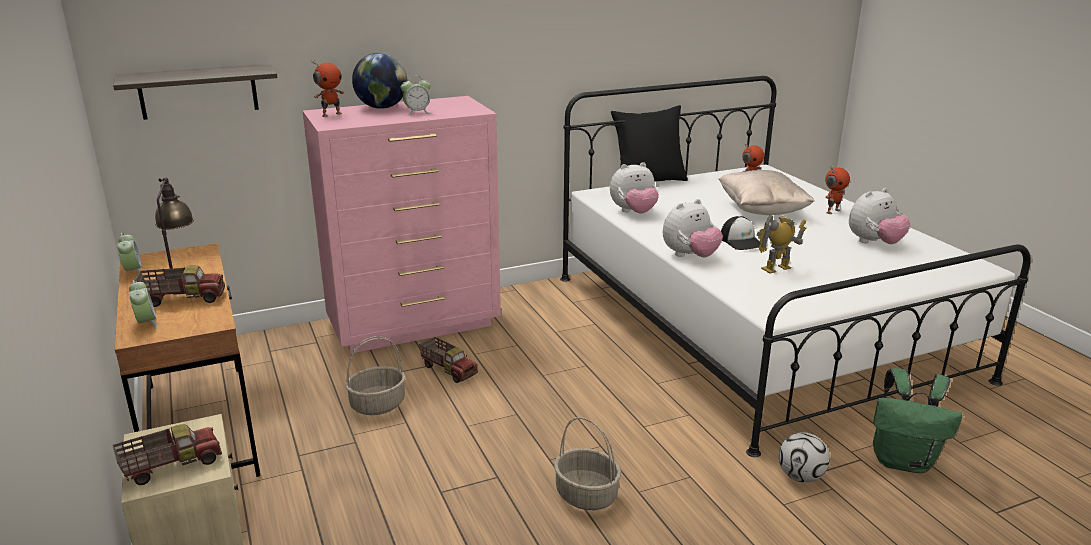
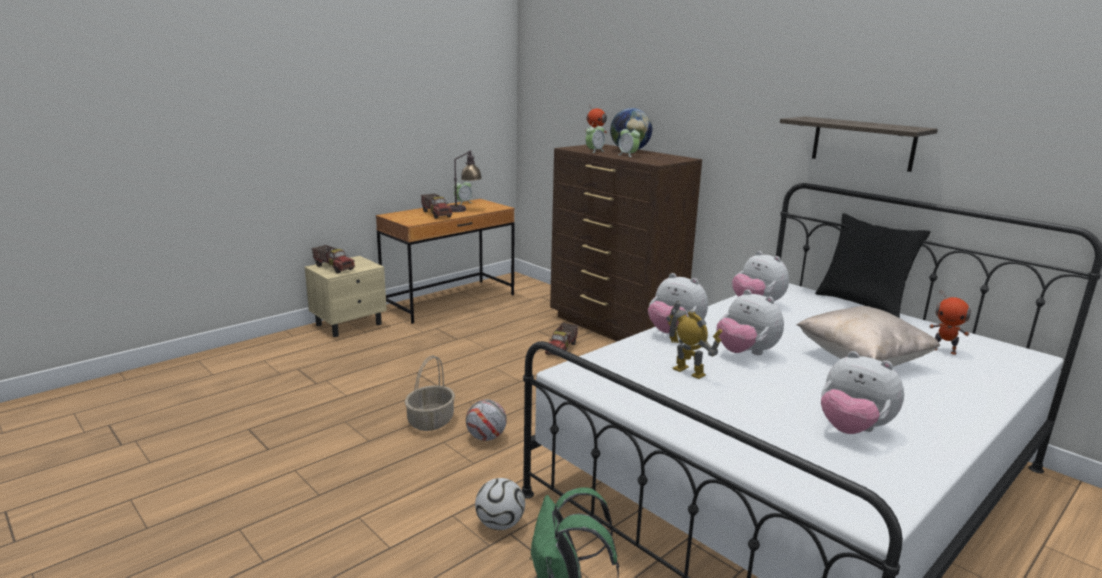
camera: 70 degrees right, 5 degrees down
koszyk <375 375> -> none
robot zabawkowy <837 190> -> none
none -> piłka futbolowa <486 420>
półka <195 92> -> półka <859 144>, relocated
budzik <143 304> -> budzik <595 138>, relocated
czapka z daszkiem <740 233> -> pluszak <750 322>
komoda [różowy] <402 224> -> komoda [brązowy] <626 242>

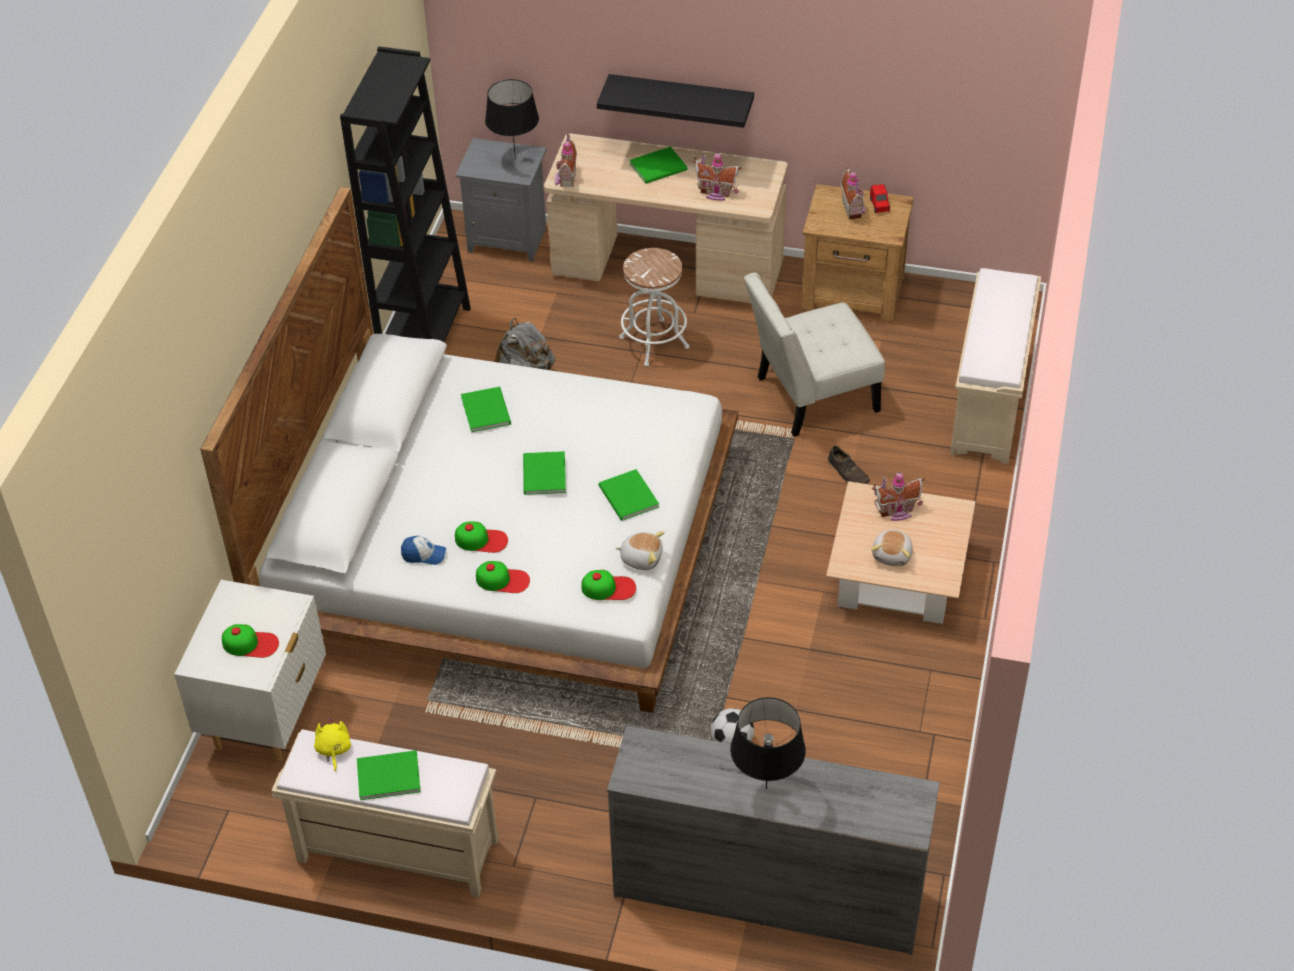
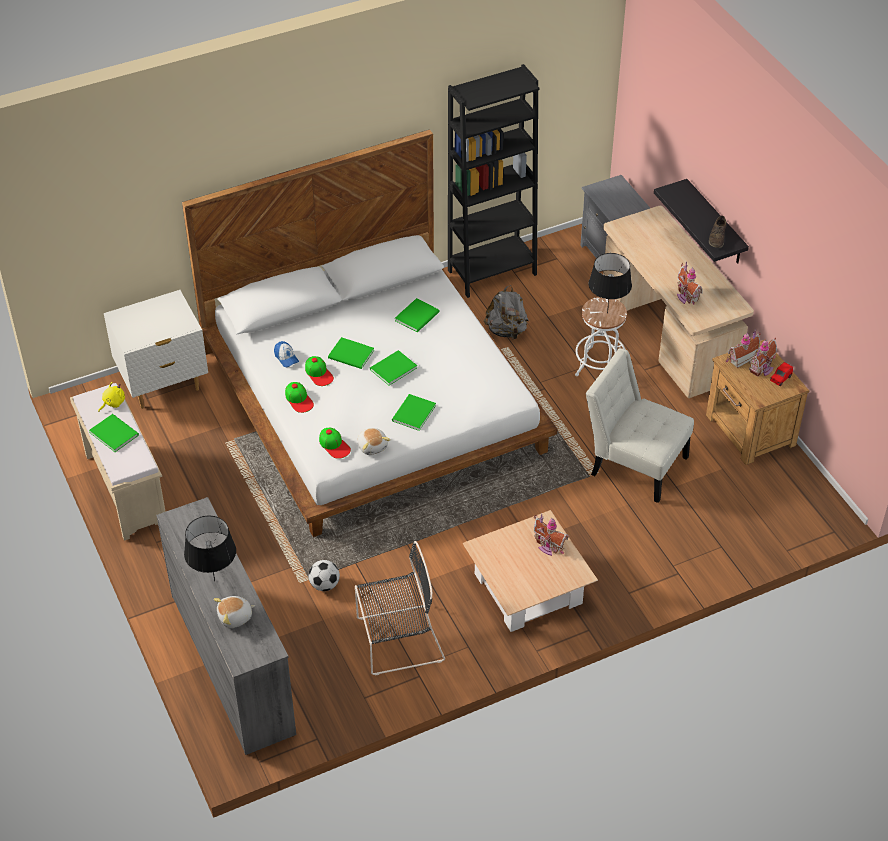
camera: 50 degrees right, 0 degrees up
czapka z daszkiem <250 641> -> none
ławka [beżowy] <995 366> -> none
none -> krzesło [czarny] <400 608>
lampa stołowa [czarny] <512 119> -> lampa stołowa [czarny] <610 283>, relocated
domek <566 160> -> domek <743 348>, relocated
książka [zielony] <658 165> -> książka [zielony] <351 353>, relocated
but [brązowy] <849 465> -> but [brązowy] <717 232>, relocated
pluszak <892 547> -> pluszak <234 612>, relocated

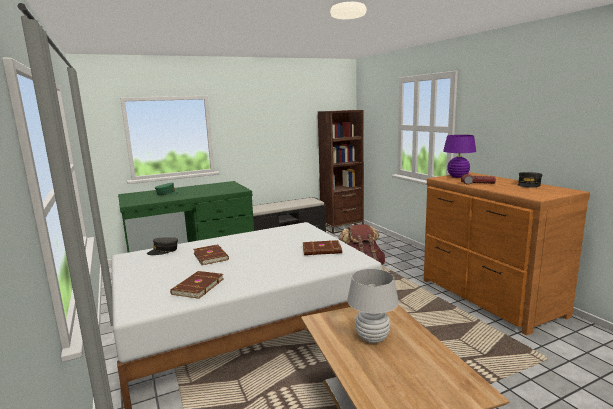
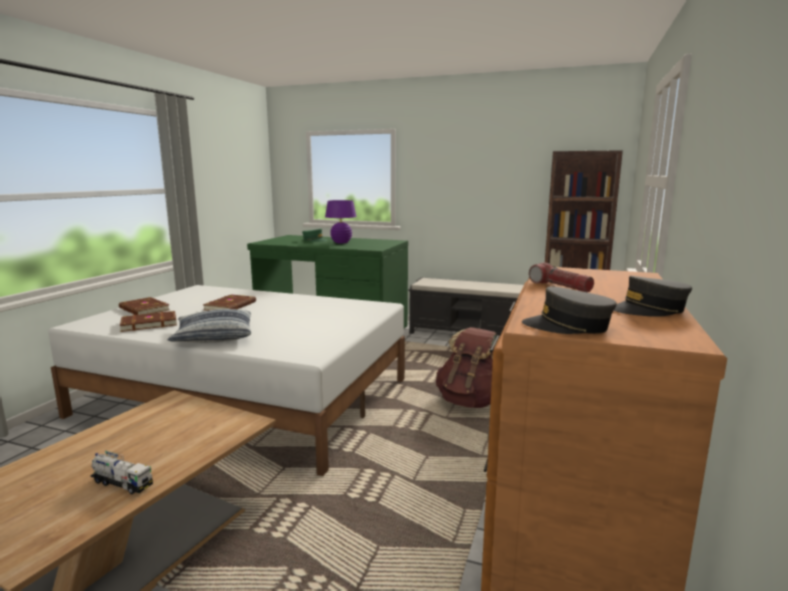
camera: 45 degrees right, 0 degrees up
lampa stołowa [biały] <373 306> -> none
none -> ciężarówka zabawkowa <122 472>
none -> poduszka <209 325>
czapka z daszkiem [szary] <162 246> -> czapka z daszkiem [szary] <569 310>, relocated
książka [brązowy] <322 247> -> książka [brązowy] <144 306>, relocated
lampa stołowa [fioletowy] <459 156> -> lampa stołowa [fioletowy] <341 222>, relocated

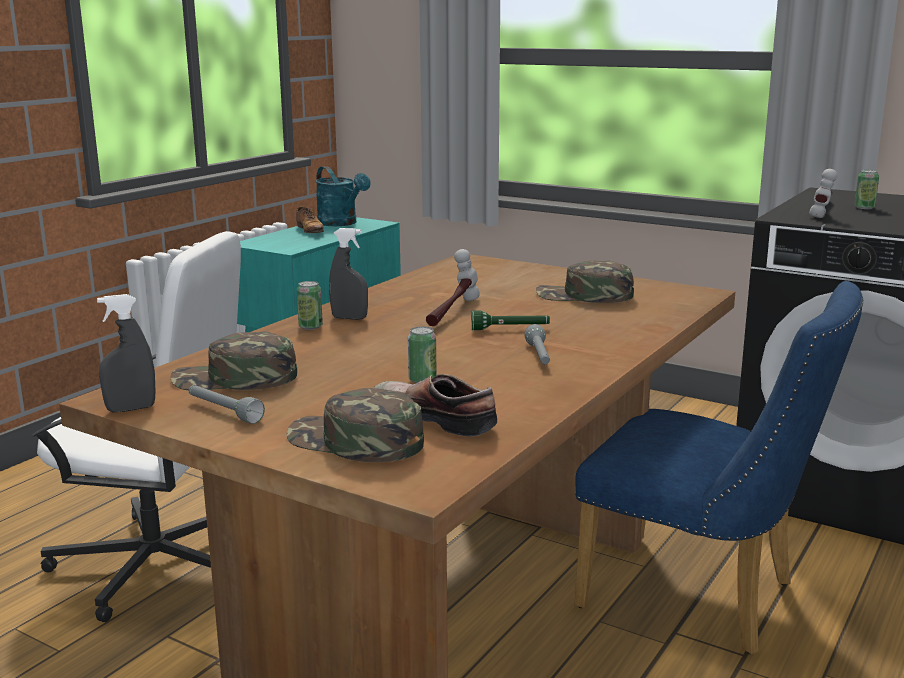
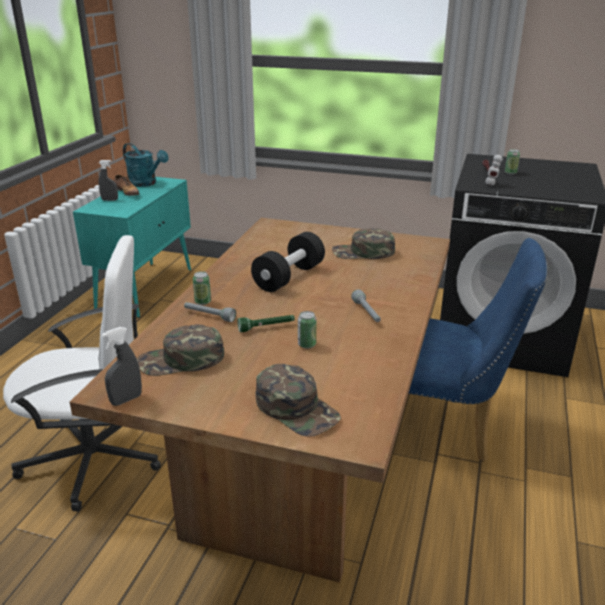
camera: 15 degrees left, 10 degrees up
but <435 405> -> none
latarka [szary] <227 404> -> latarka [szary] <210 312>, relocated
spryskiwacz [szary] <348 274> -> spryskiwacz [szary] <108 180>, relocated
latarka [zielony] <510 320> -> latarka [zielony] <266 323>, relocated
młotek <453 287> -> hantel [czarny] <288 262>
czapka z daszkiem [zielony] <355 425> -> czapka z daszkiem [zielony] <298 400>, 150 degrees counterclockwise

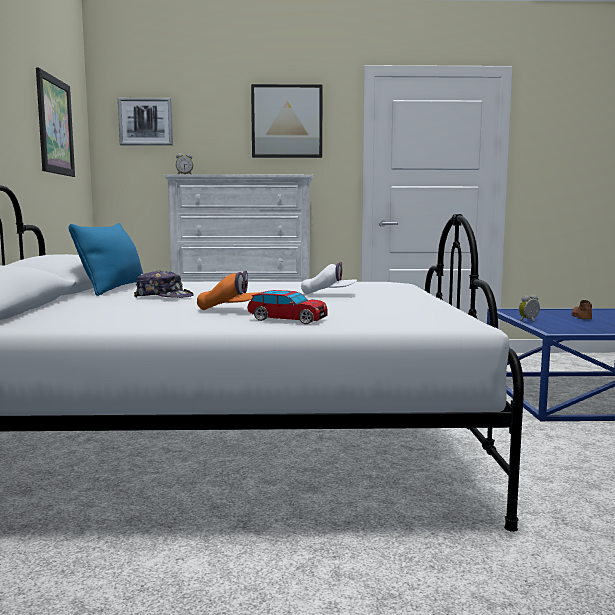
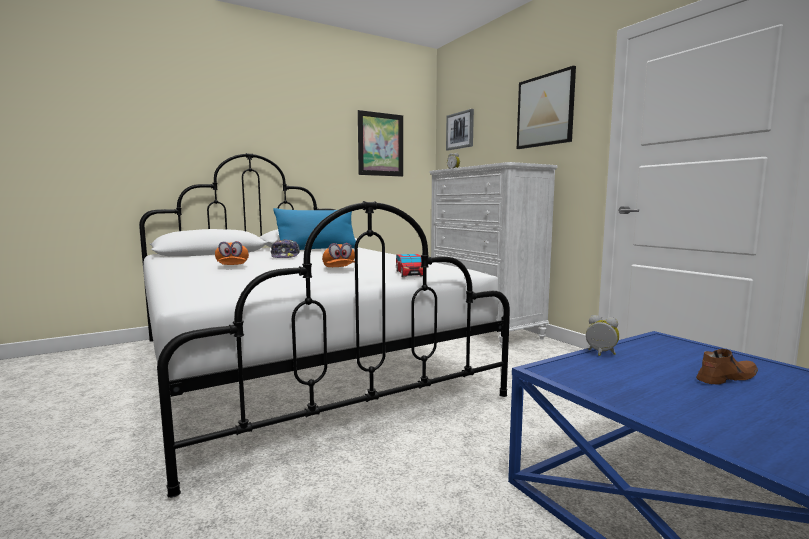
camera: 60 degrees right, 0 degrees up
samochodzik <287 307> -> samochodzik <409 265>, relocated
czapka z daszkiem [biały] <329 278> -> czapka z daszkiem [pomarańczowy] <338 255>

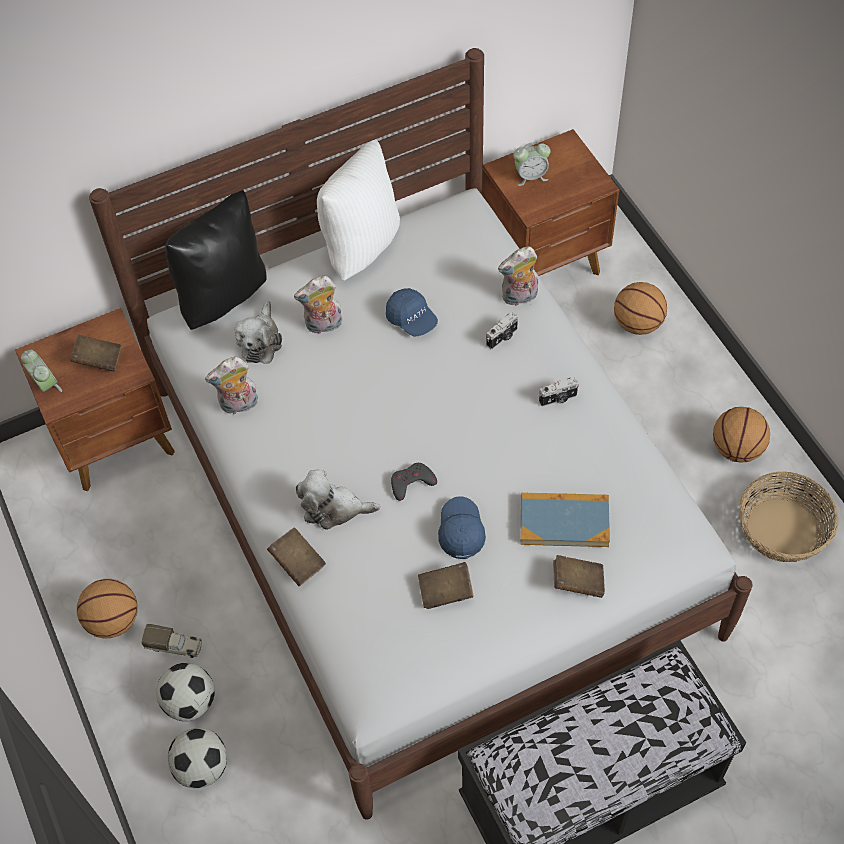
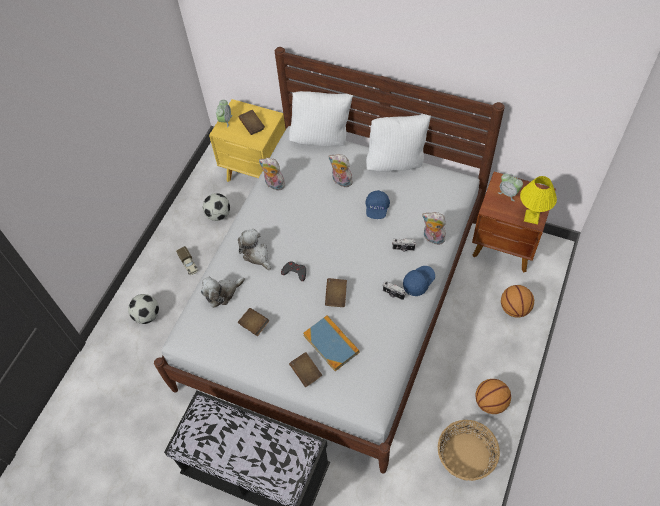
camera: 50 degrees right, 0 degrees up
piłka do koszykówki <107 609> -> none
none -> lampa stołowa [żółty] <538 200>
piłka futbolowa <185 692> -> piłka futbolowa <216 207>, relocated
pluszak <258 332> -> pluszak <223 292>, relocated
książka [brązowy] <296 556> -> książka [brązowy] <336 292>, relocated
czapka z daszkiem [niebieski] <462 527> -> czapka z daszkiem [niebieski] <419 281>, relocated
szafka nocna [brązowy] <95 399> -> szafka nocna [żółty] <247 140>
poduszka [czarny] <216 260> -> poduszka [biały] <321 118>

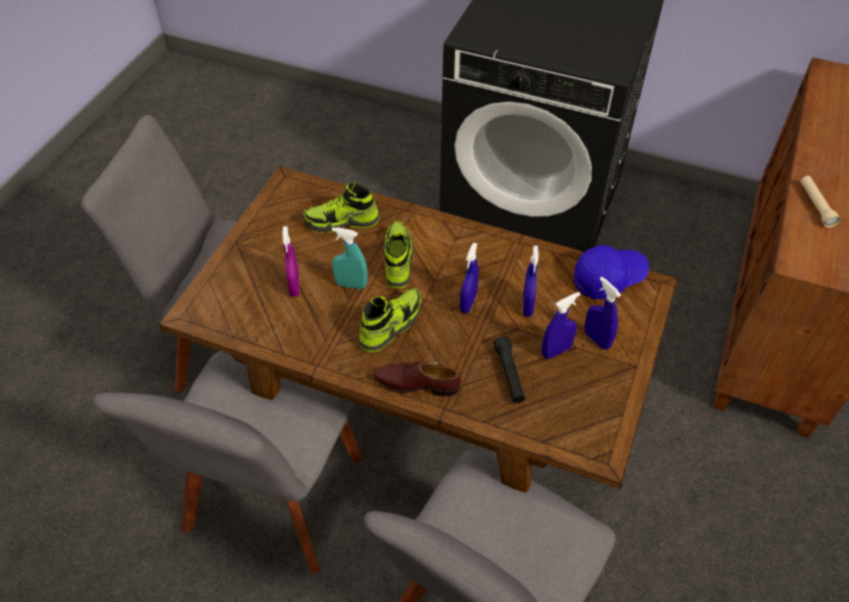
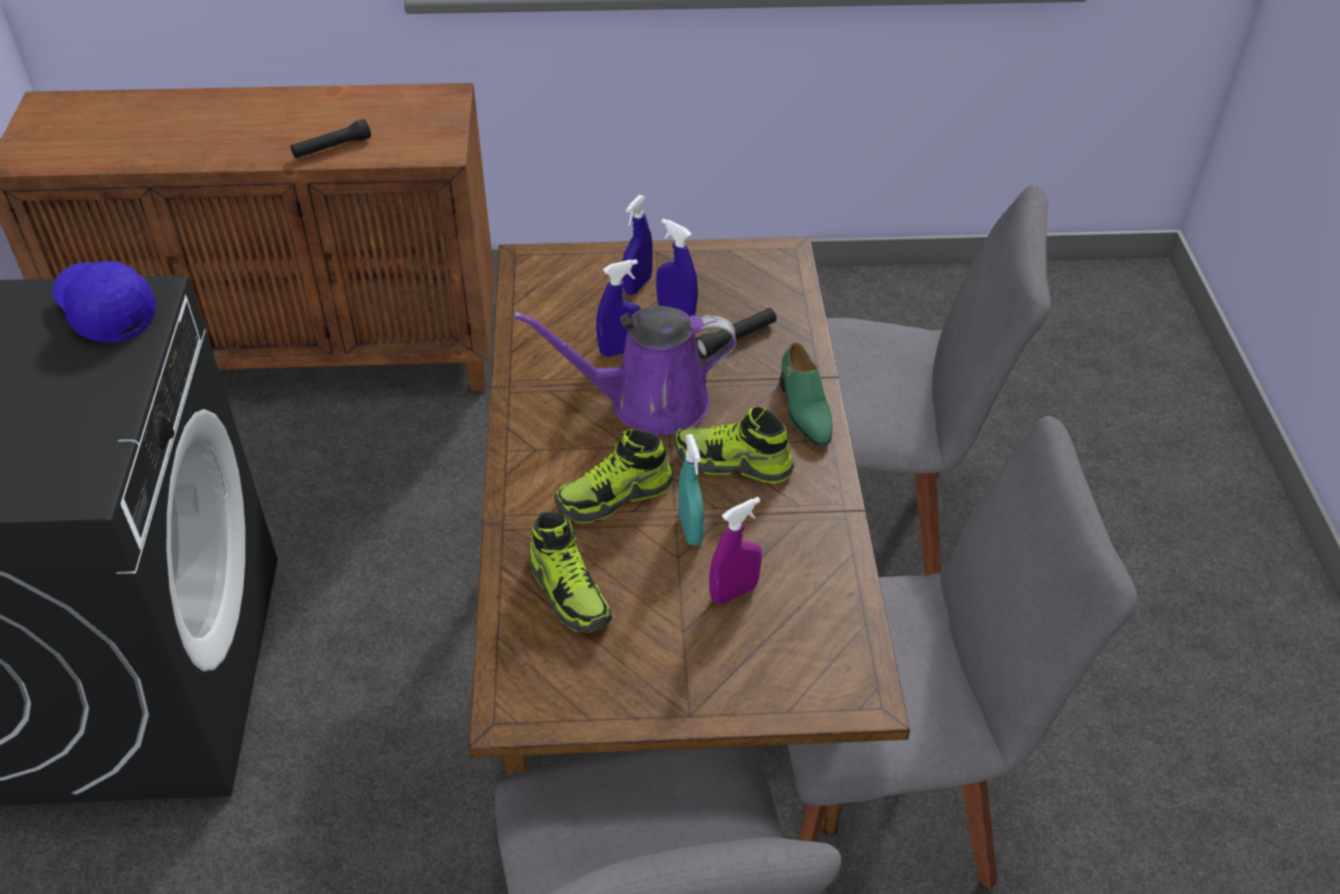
camera: 115 degrees left, 5 degrees down
czapka z daszkiem [niebieski] <611 272> -> czapka z daszkiem [niebieski] <104 302>, relocated
spryskiwacz [niebieski] <469 278> -> konewka [fioletowy] <625 370>
but [brązowy] <417 378> -> but [zielony] <806 394>
latarka [beżowy] <820 202> -> latarka [czarny] <331 138>

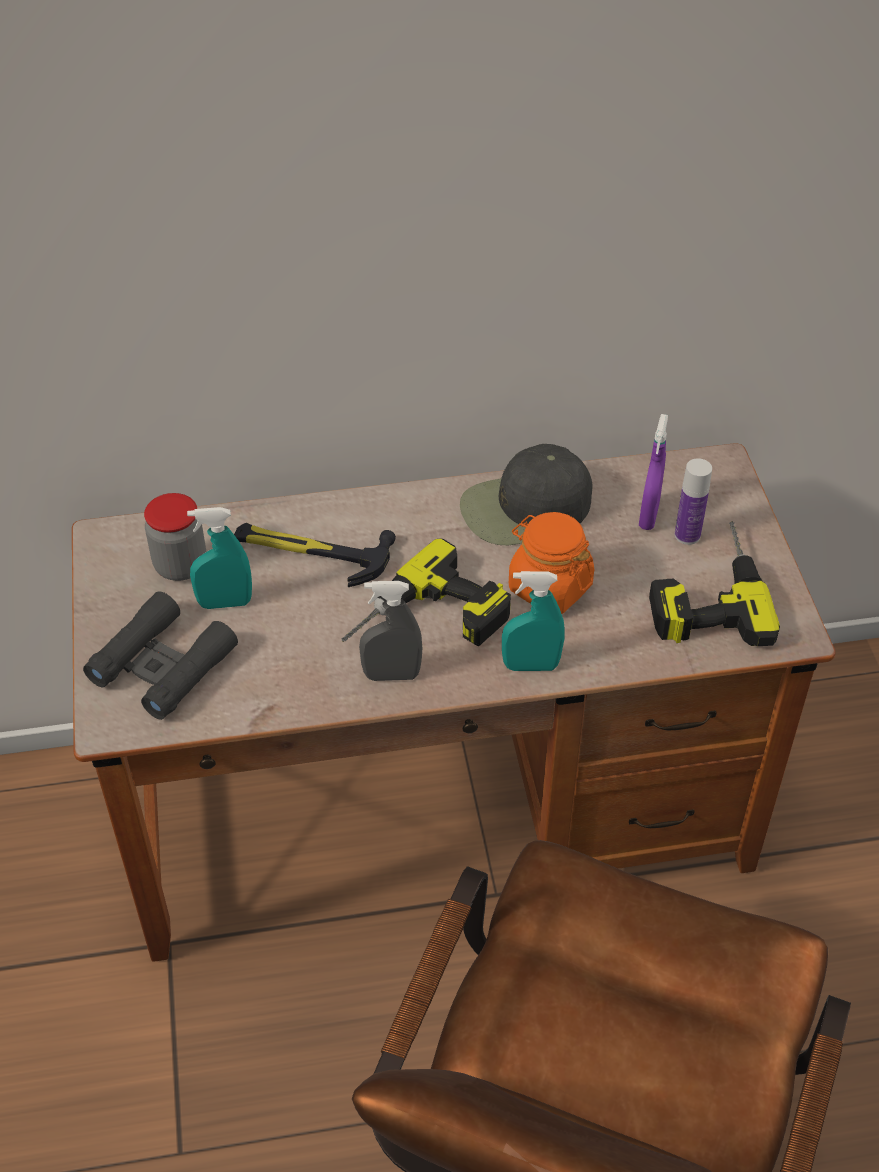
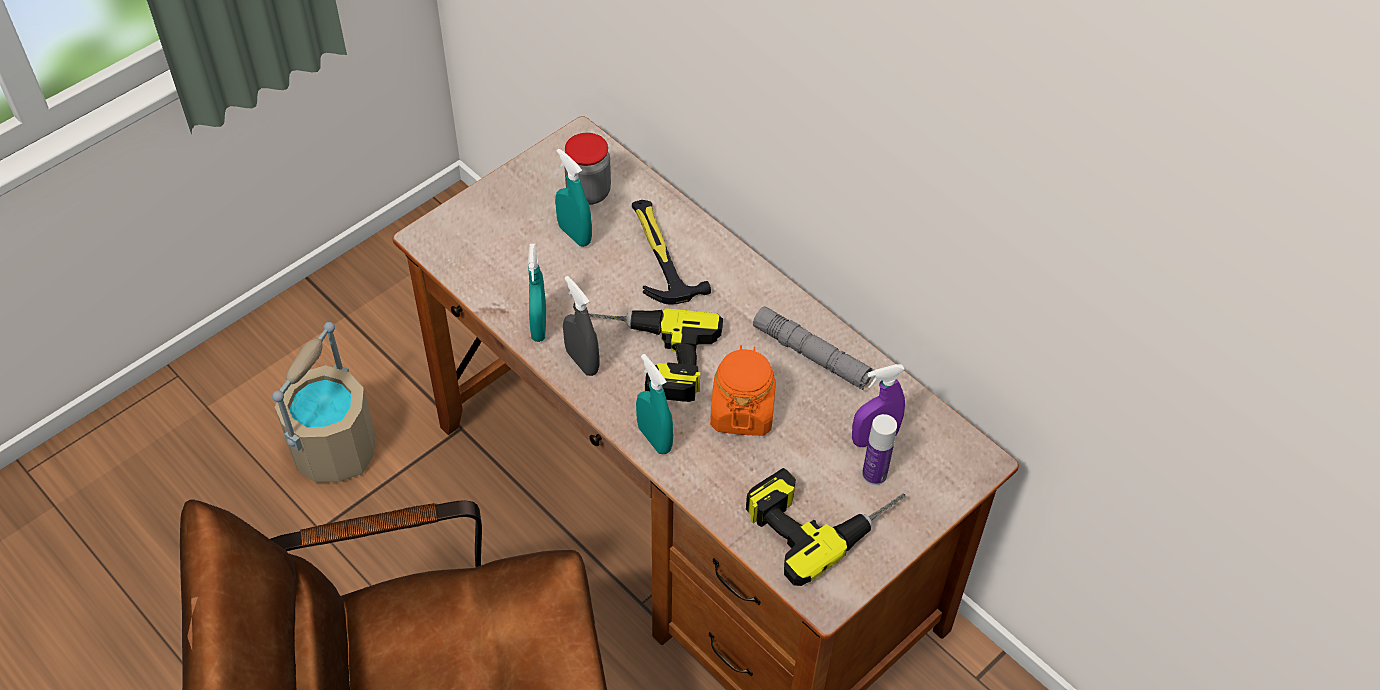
camera: 55 degrees right, 5 degrees up
lornetka [czarny] <160 655> -> none
none -> wiadro [beżowy] <323 402>
none -> spryskiwacz [turkusowy] <537 293>
czapka z daszkiem [czarny] <526 494> -> latarka [szary] <814 348>

